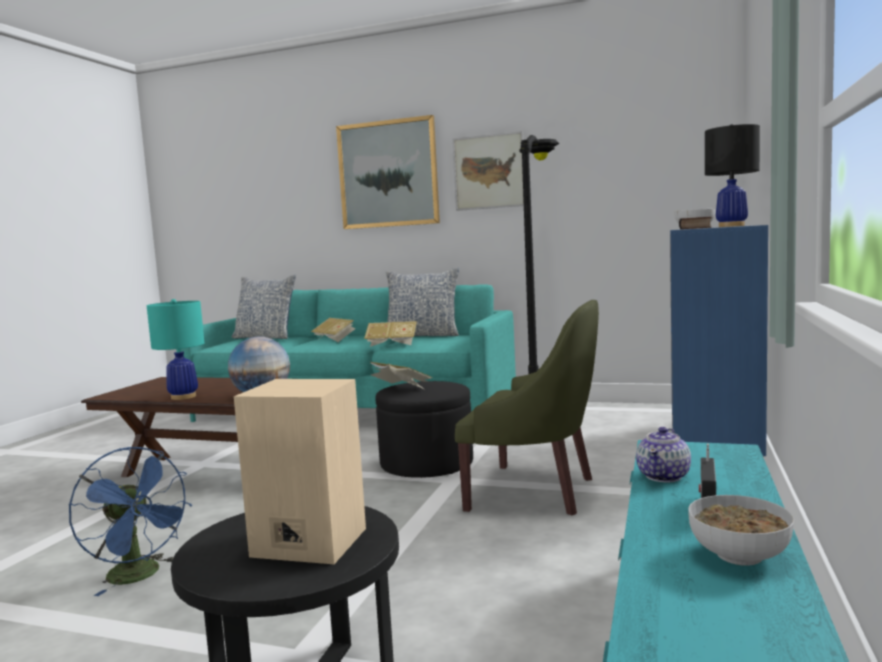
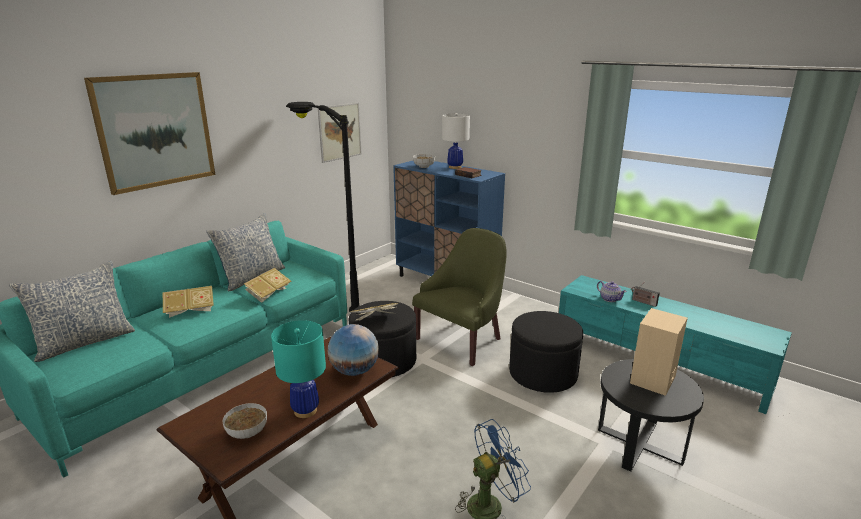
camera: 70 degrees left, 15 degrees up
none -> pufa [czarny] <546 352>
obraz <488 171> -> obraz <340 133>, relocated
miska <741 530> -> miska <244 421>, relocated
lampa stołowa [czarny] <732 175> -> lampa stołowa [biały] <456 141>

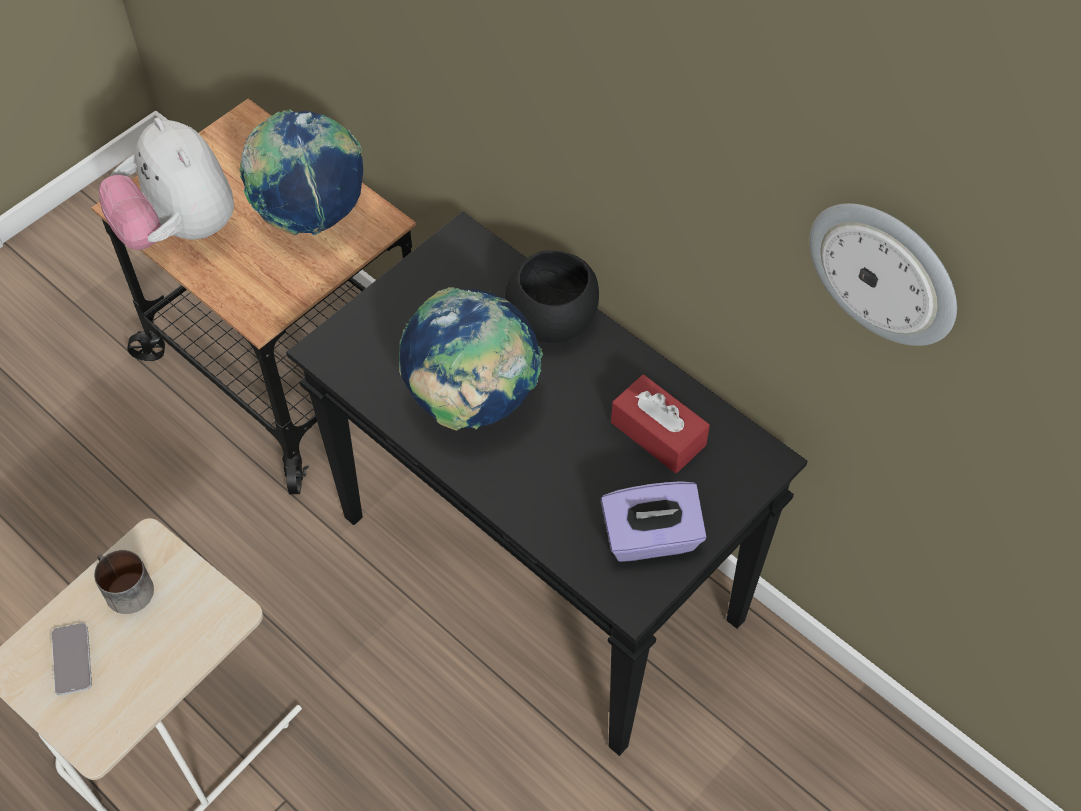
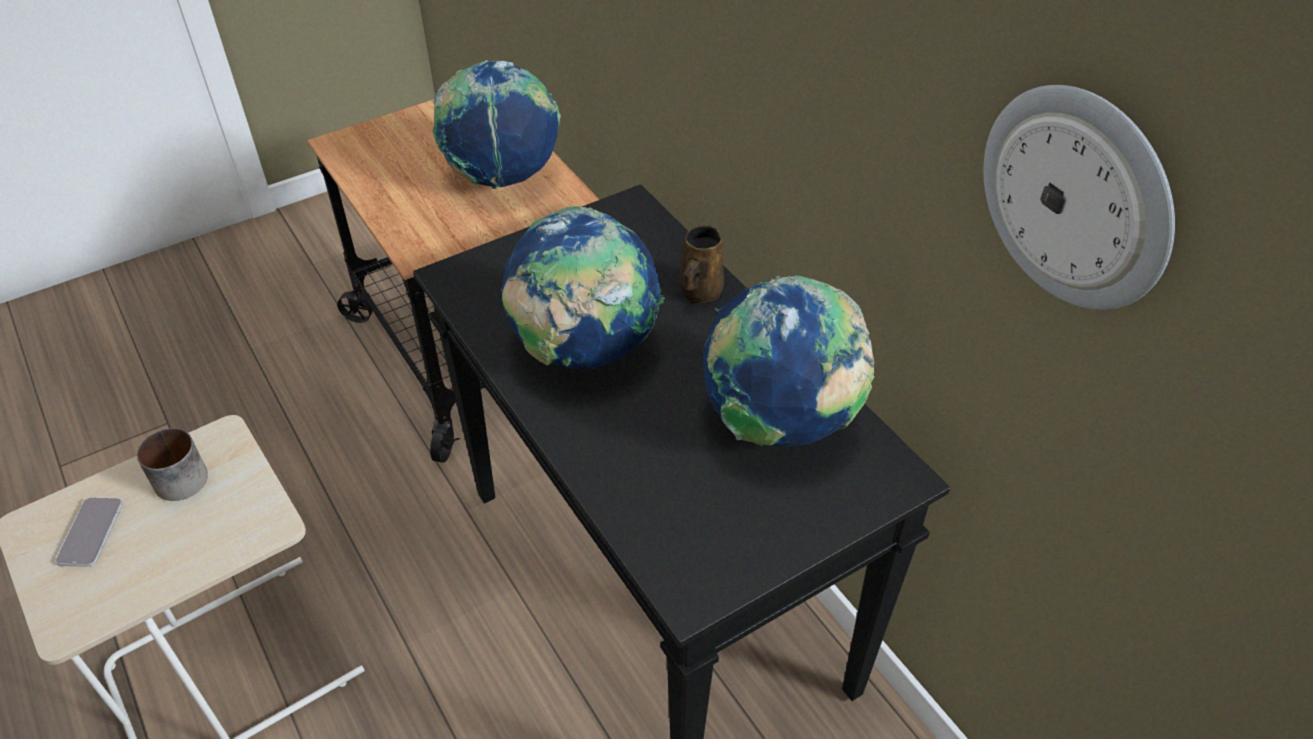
camera: 15 degrees right, 10 degrees down
pluszak <166 183> -> none
pudełko chusteczek [fioletowy] <653 521> -> none
miska [czarny] <552 296> -> kubek [brązowy] <701 264>
pudełko chusteczek [czerwony] <660 424> -> globus <788 361>

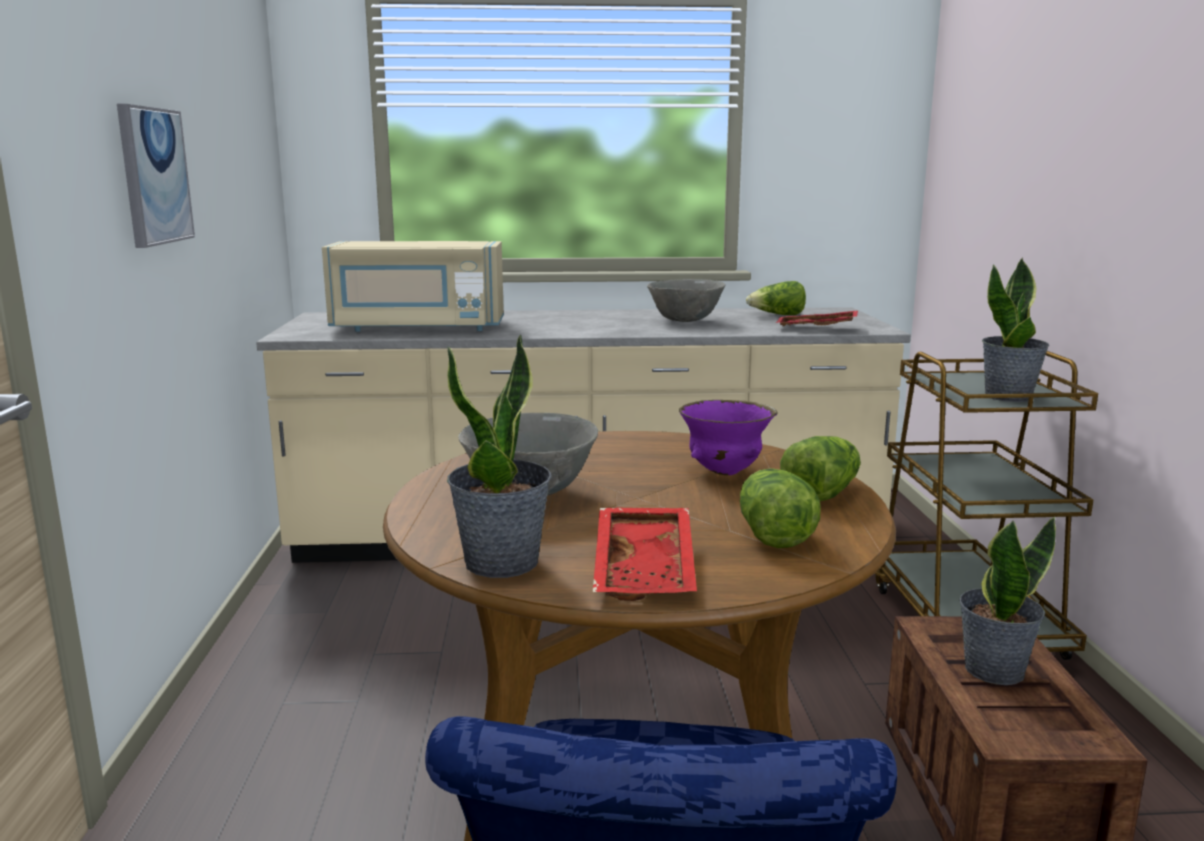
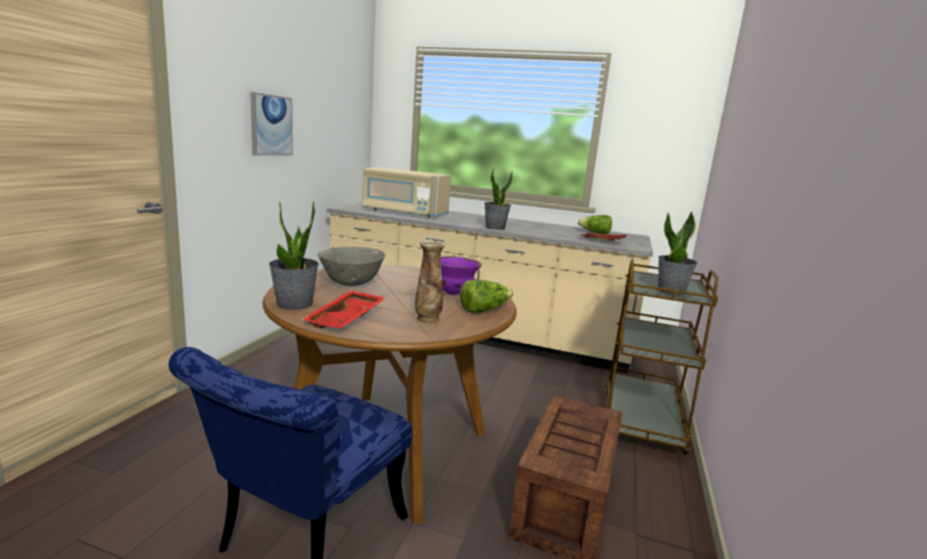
camera: 20 degrees right, 0 degrees up
miska [szary] <686 300> -> none
roślina doniczkowa <1007 601> -> roślina doniczkowa <498 199>, relocated
sałata <780 508> -> wazon <430 282>

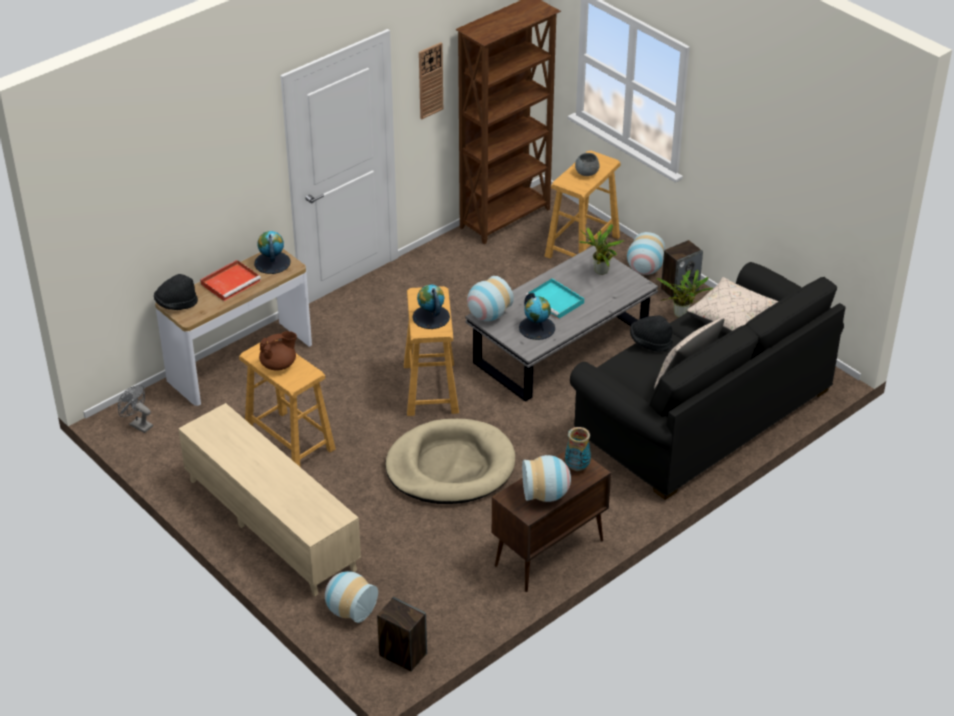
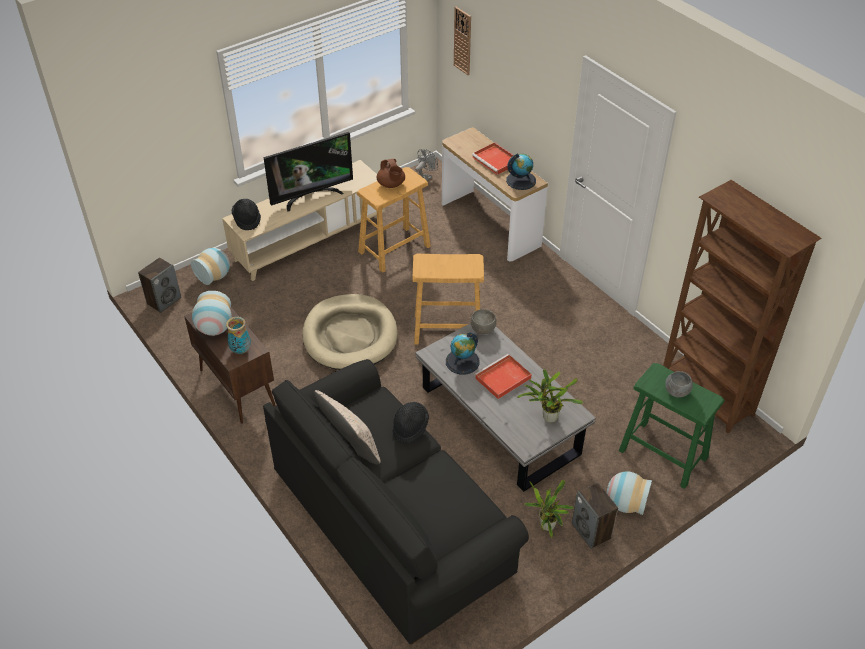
camera: 95 degrees right, 5 degrees up
globus <431 306> -> none
poduszka [beżowy] <732 305> -> none
none -> telewizor <308 171>
kapelusz [czarny] <176 292> -> kapelusz [czarny] <246 214>, relocated
zegar ścienny <431 80> -> zegar ścienny <462 41>, relocated
wazon <490 298> -> miska [szary] <483 321>
taca [turkusowy] <555 298> -> taca [czerwony] <503 376>
stołek [beżowy] <583 204> -> stołek [zielony] <672 426>

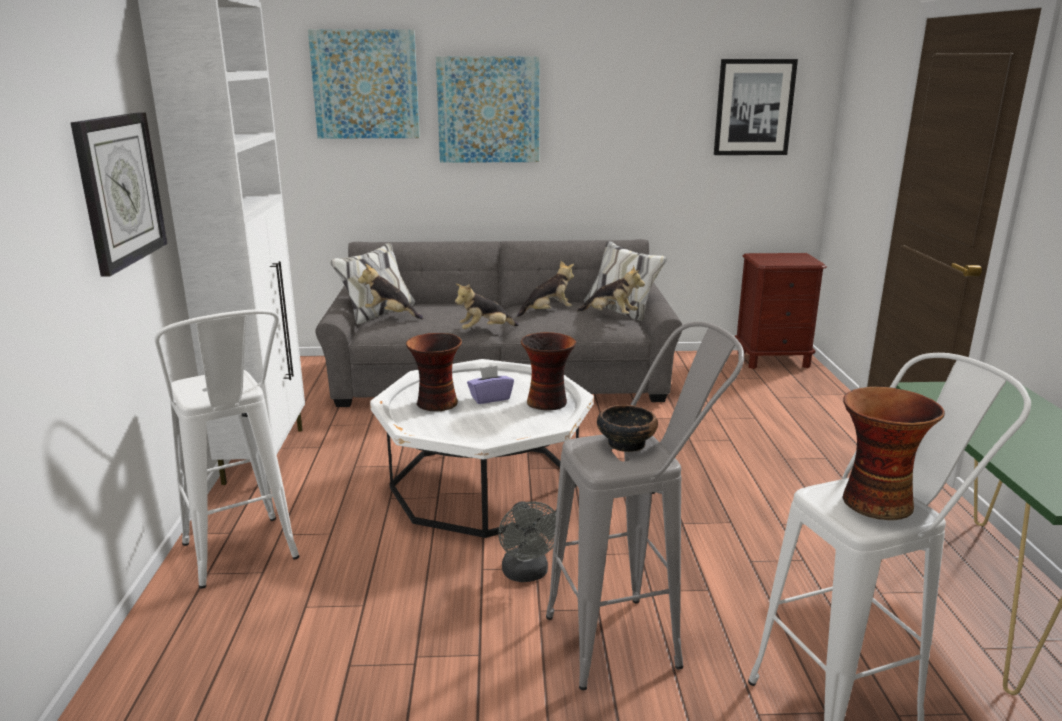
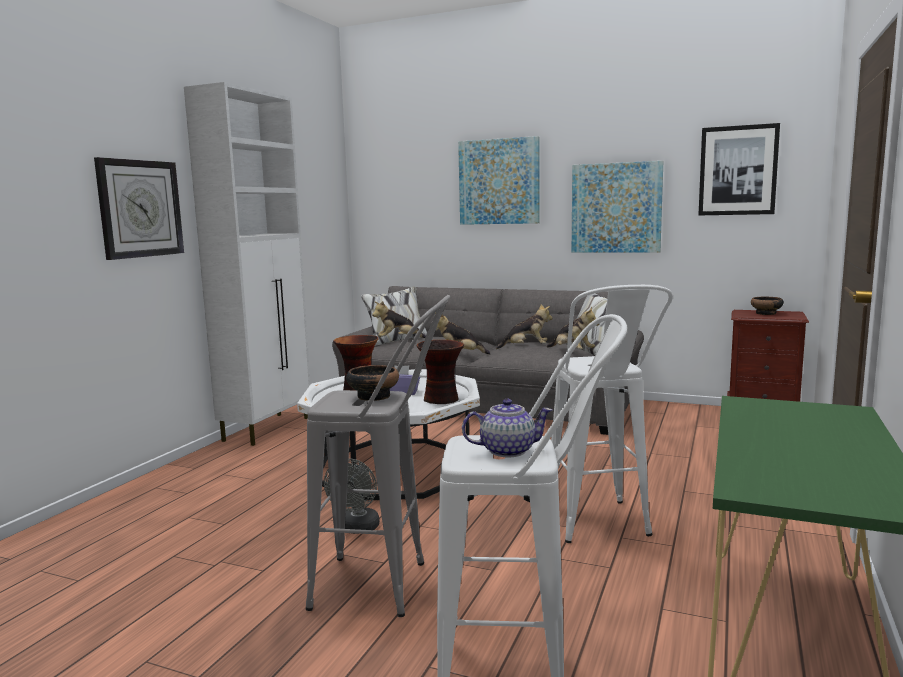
camera: 25 degrees right, 10 degrees down
none -> miska <767 306>
stołek [biały] <226 449> -> stołek [biały] <612 414>, relocated
obraz <364 84> -> obraz <617 207>, relocated
wazon <893 453> -> imbryk <507 428>
pluszak <390 291> -> pluszak <399 319>, 60 degrees counterclockwise

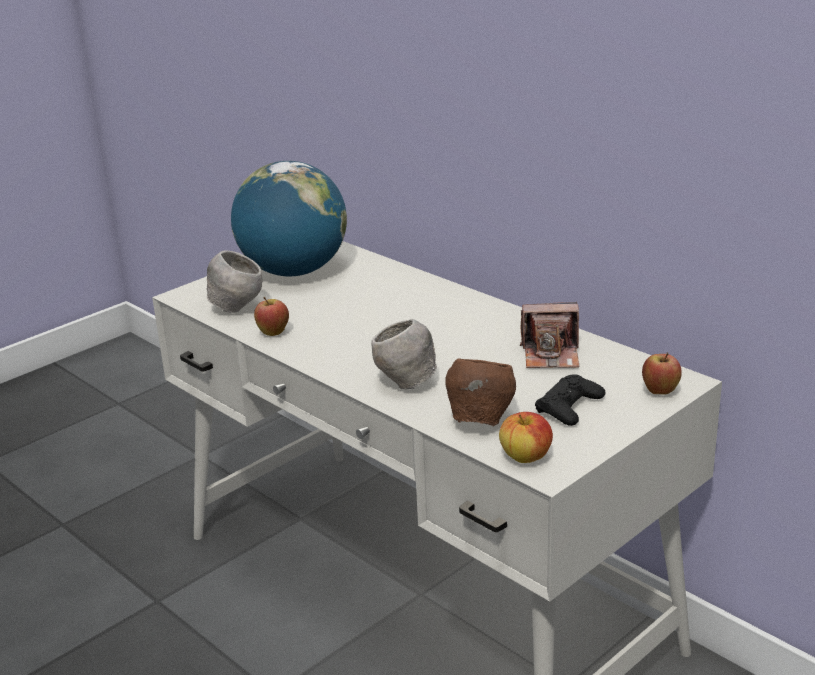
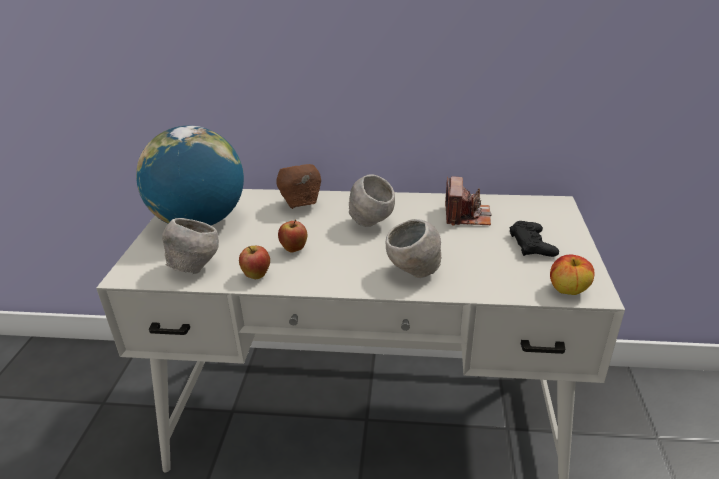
camera: 40 degrees left, 5 degrees up
none -> miska [szary] <372 200>
miska [brązowy] <480 392> -> miska [brązowy] <298 186>, relocated
jabłko <662 374> -> jabłko <292 236>, relocated
aparat fotograficzny <549 335> -> aparat fotograficzny <468 201>, 45 degrees counterclockwise

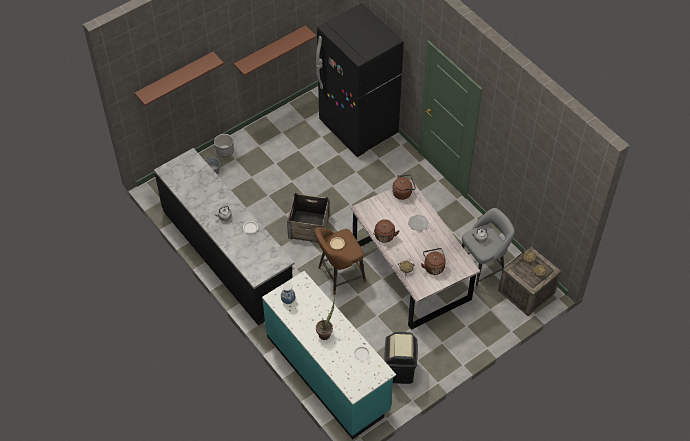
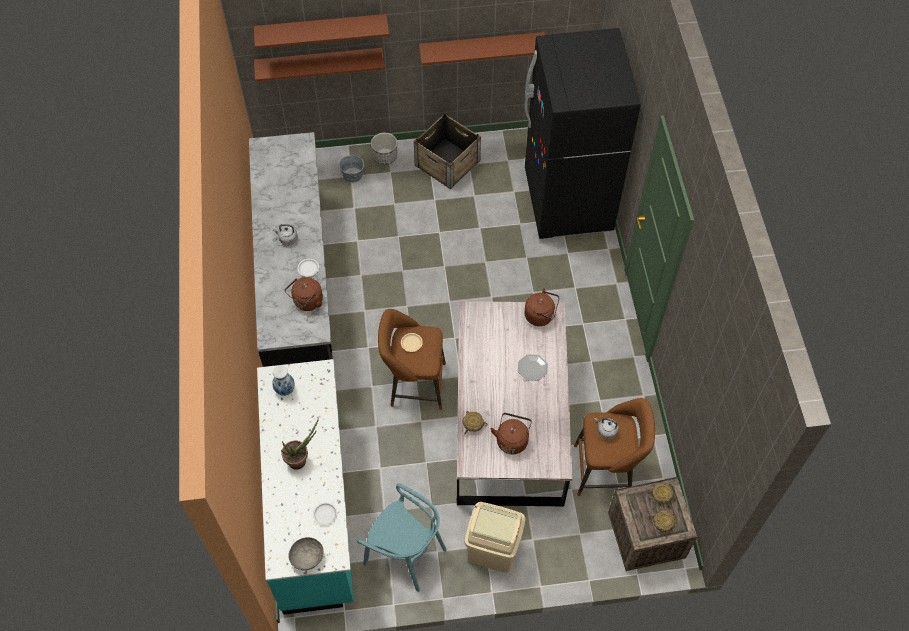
camera: 30 degrees right, 5 degrees up
none -> półka [brązowy] <319 65>
none -> miska [szary] <306 553>
none -> kosz na śmieci [beżowy] <495 537>
skrzynka <308 217> -> skrzynka <447 151>, relocated
czajnik [brązowy] <386 231> -> czajnik [brązowy] <304 294>, relocated
kosz na śmieci [czarny] <401 358> -> krzesło [turkusowy] <402 537>
stołek [szary] <488 249> -> stołek [brązowy] <614 447>

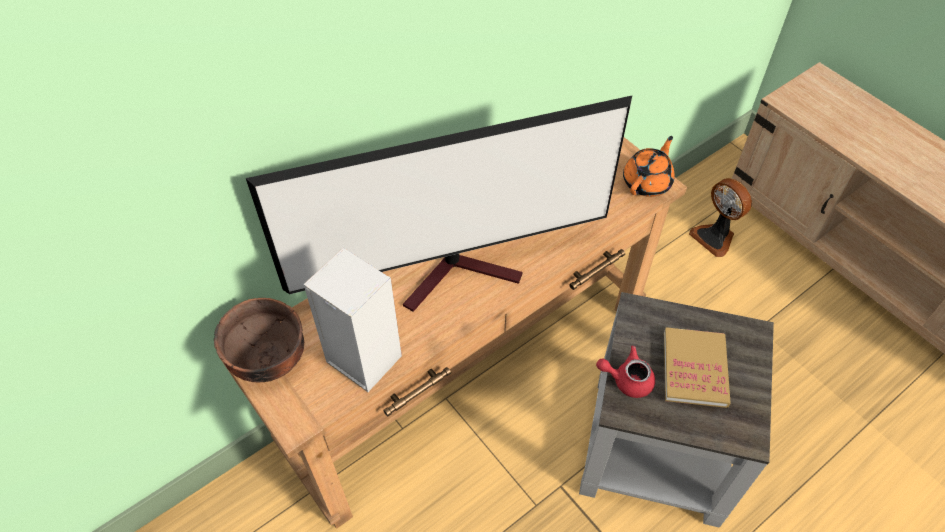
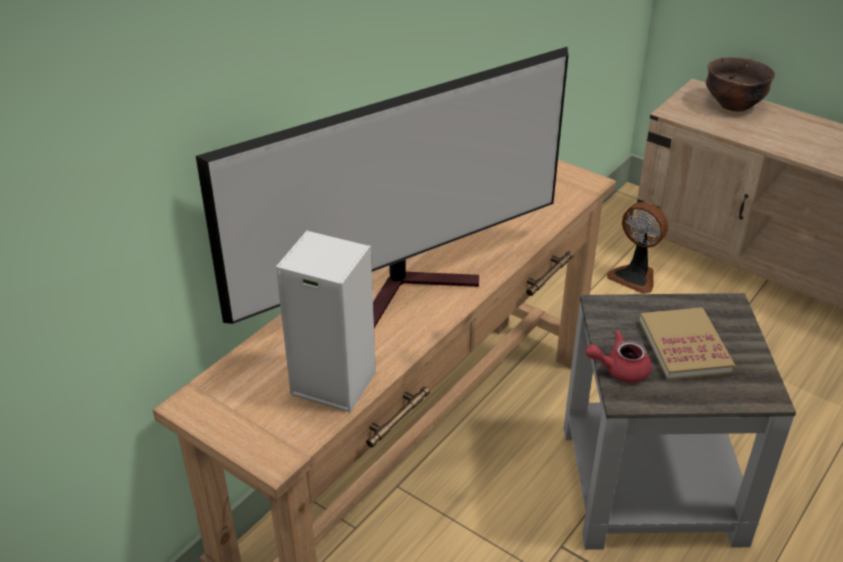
camera: 15 degrees left, 15 degrees down
imbryk [pomarańczowy] <649 166> -> none
miska [brązowy] <259 340> -> miska [brązowy] <740 84>, relocated

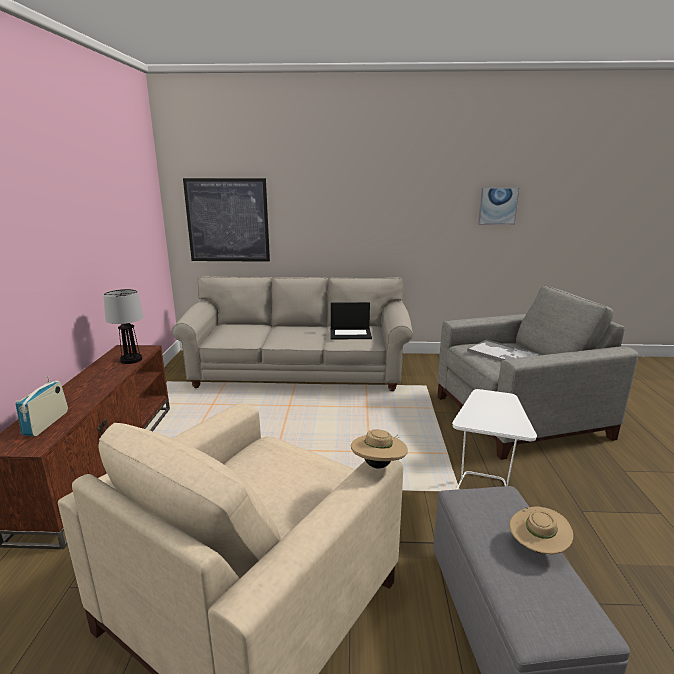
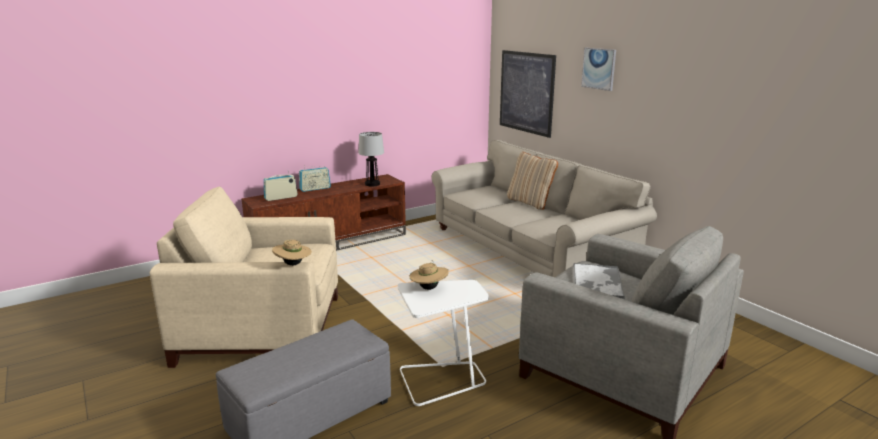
camera: 55 degrees right, 0 degrees up
laptop <351 320> -> none
none -> radio <315 178>
none -> poduszka [beżowy] <532 181>
obraz <498 206> -> obraz <598 69>, relocated
kapelusz [beżowy] <541 530> -> kapelusz [beżowy] <429 275>, relocated

